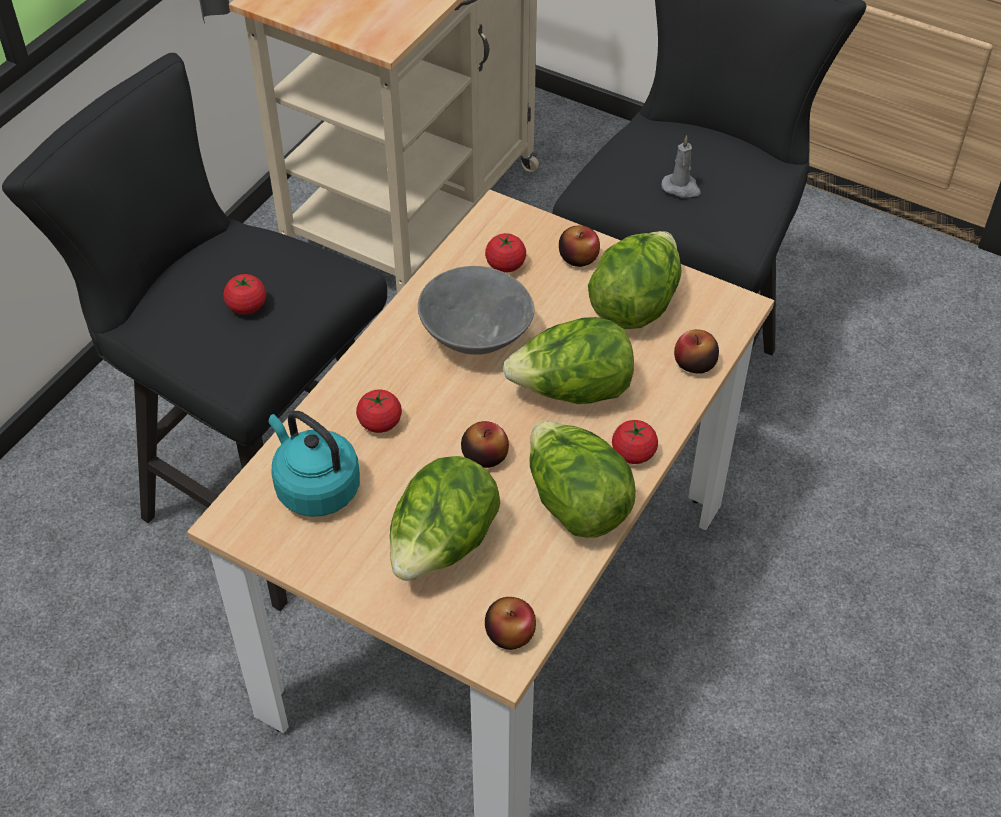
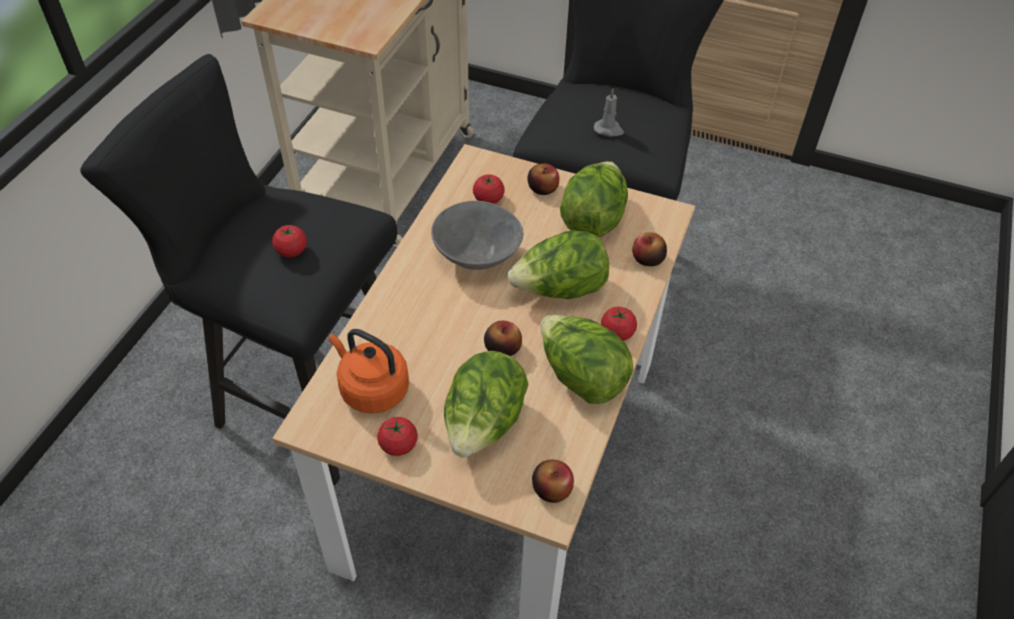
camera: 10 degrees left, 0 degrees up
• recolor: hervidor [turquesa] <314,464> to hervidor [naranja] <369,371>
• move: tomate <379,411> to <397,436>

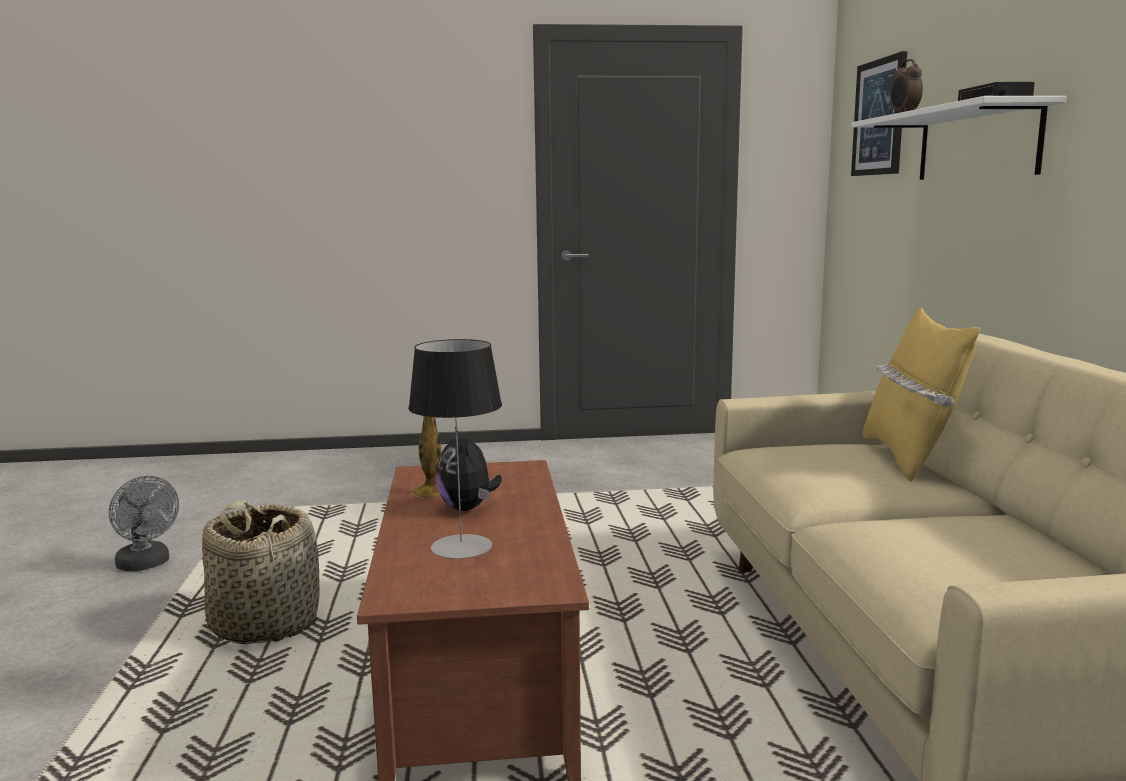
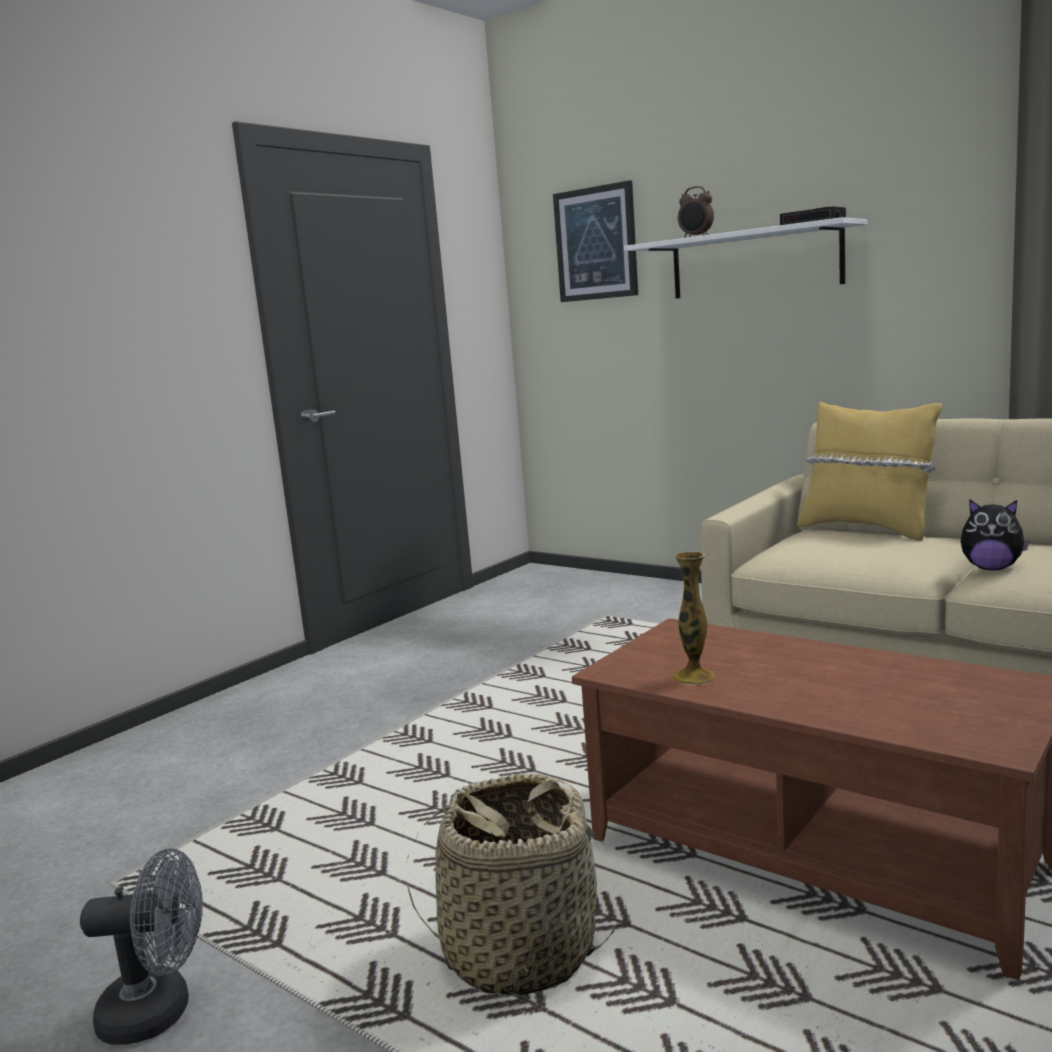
camera: 45 degrees left, 0 degrees up
• delete: lámpara de mesa <455,449>
• move: peluche <469,469> to <995,535>

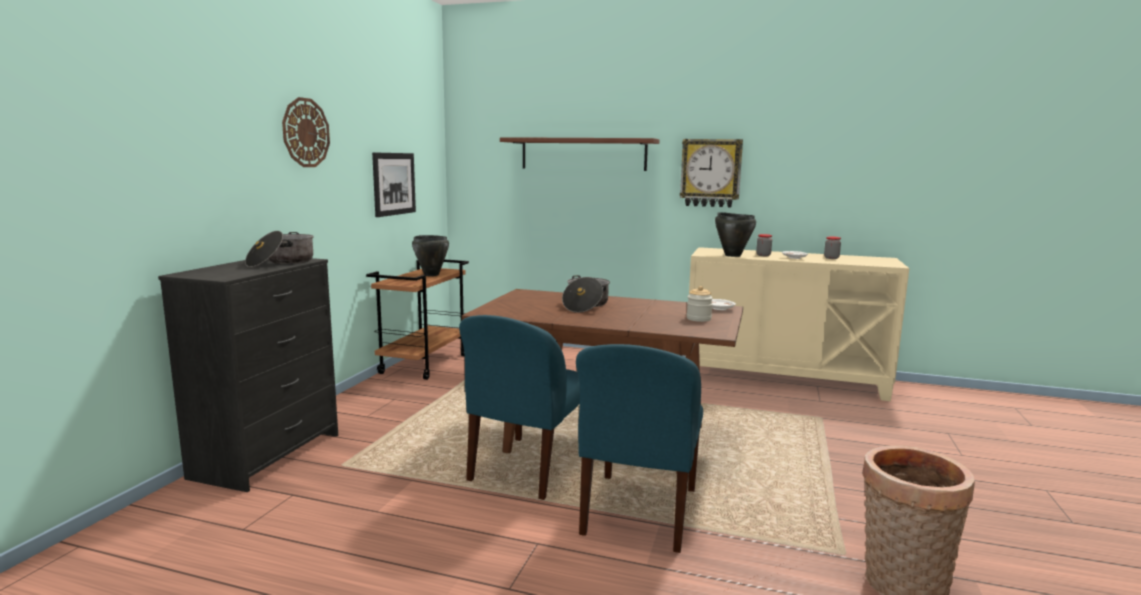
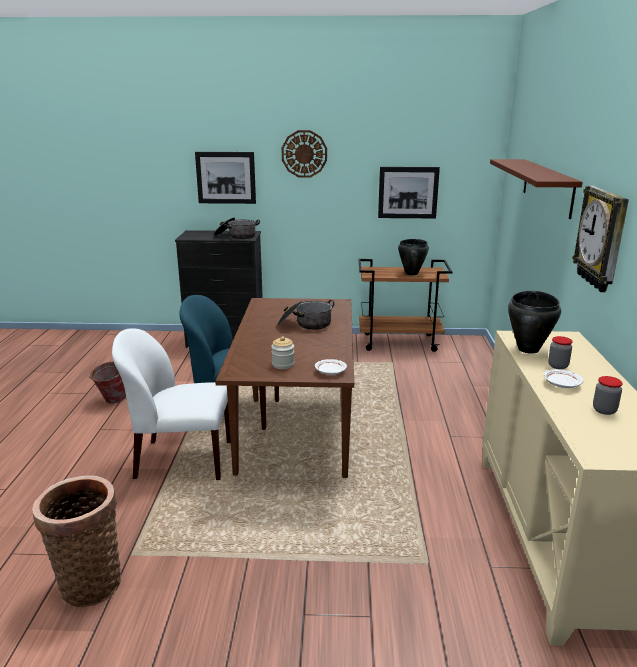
camera: 75 degrees right, 10 degrees up
• recolor: silla [azul] <639,448> to silla [blanco] <171,404>
• insert: cubo <107,382>
• insert: cuadro <225,178>

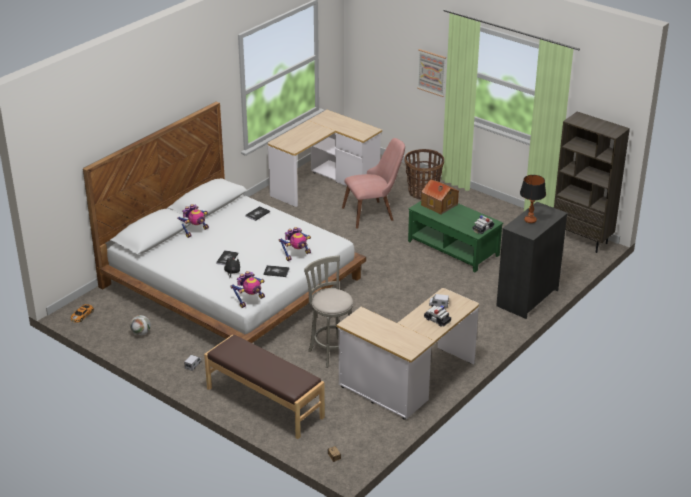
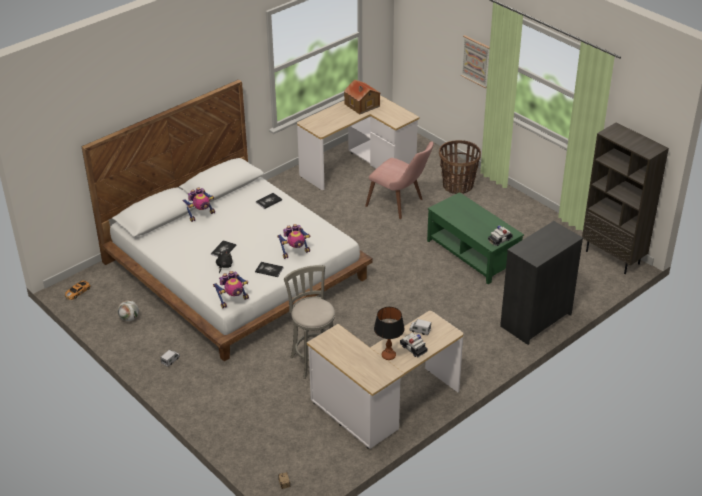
camera: 10 degrees right, 5 degrees up
• delete: banco [marrón] <264,387>
• rotate: silla [rosa] <373,183> = <399,180> 45 degrees clockwise
• move: casita <440,196> to <362,97>
• move: lámpara de mesa <533,199> to <389,333>

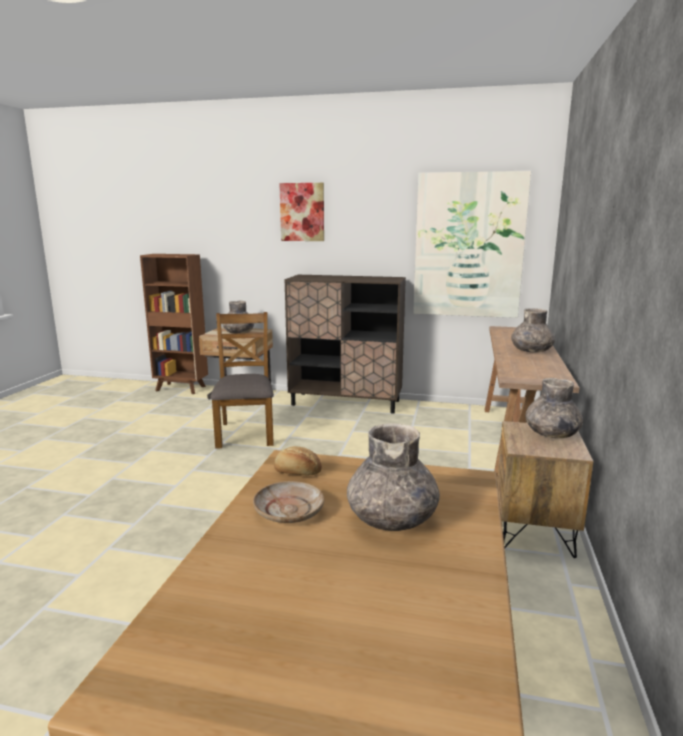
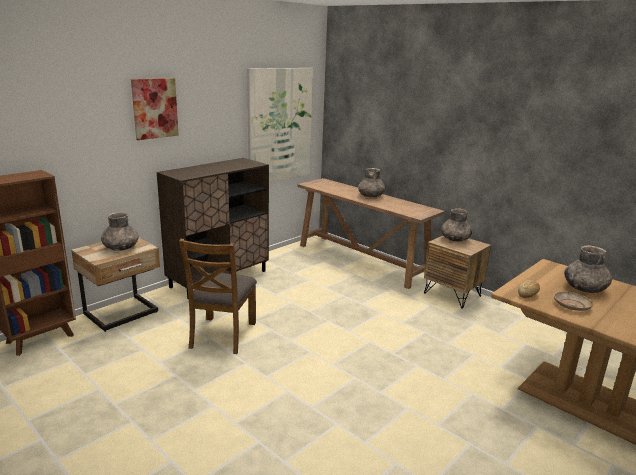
camera: 60 degrees left, 5 degrees up
• rotate: silla [marrón] <242,380> = <218,296> 105 degrees counterclockwise

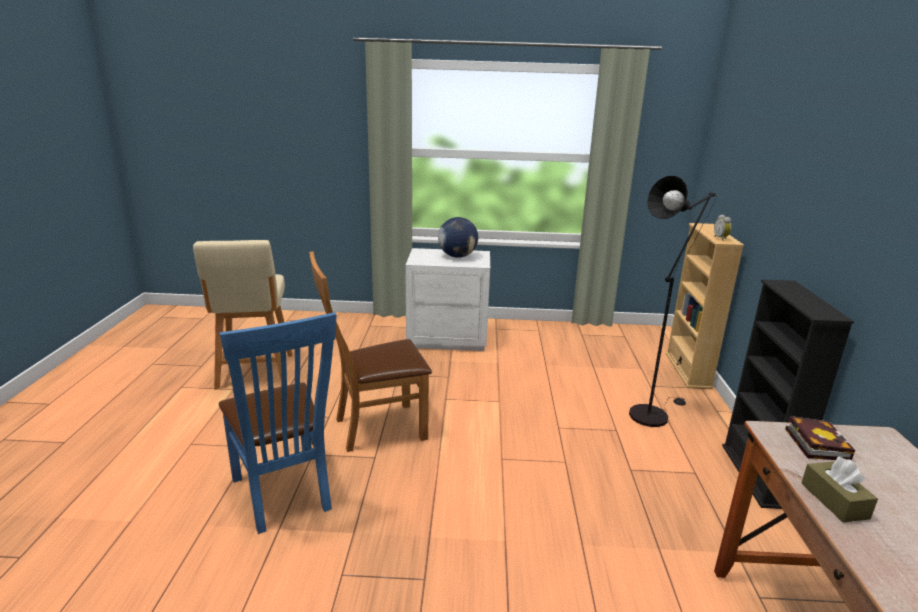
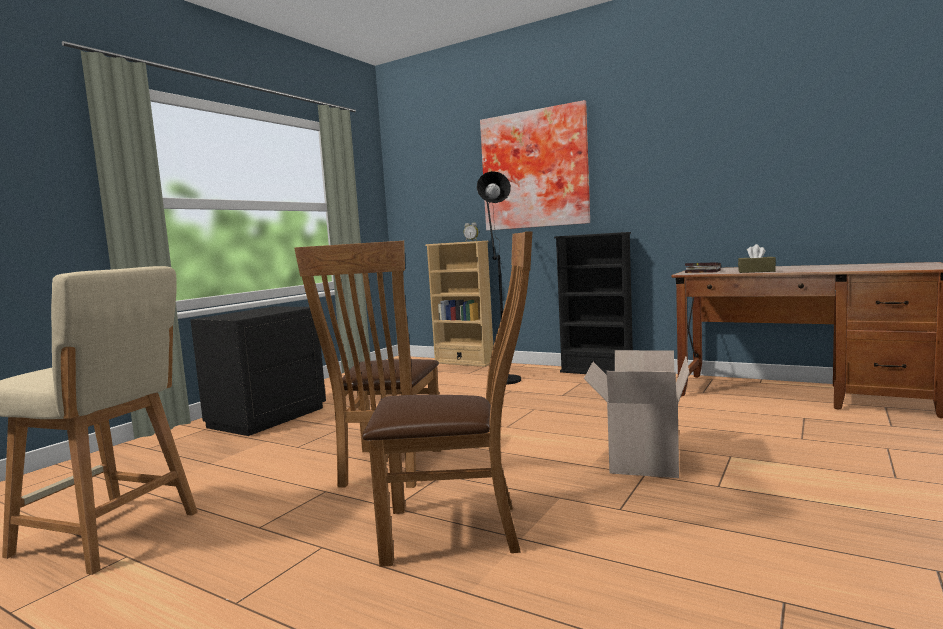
camera: 60 degrees left, 15 degrees down
• recolor: silla [azul] <278,423> to silla [marrón] <447,399>
• recolor: mesita de noche [blanco] <447,299> to mesita de noche [negro] <258,371>
• delete: globo terráqueo <458,237>
• insert: cuadro <535,165>
• insert: caja de cartón <636,414>

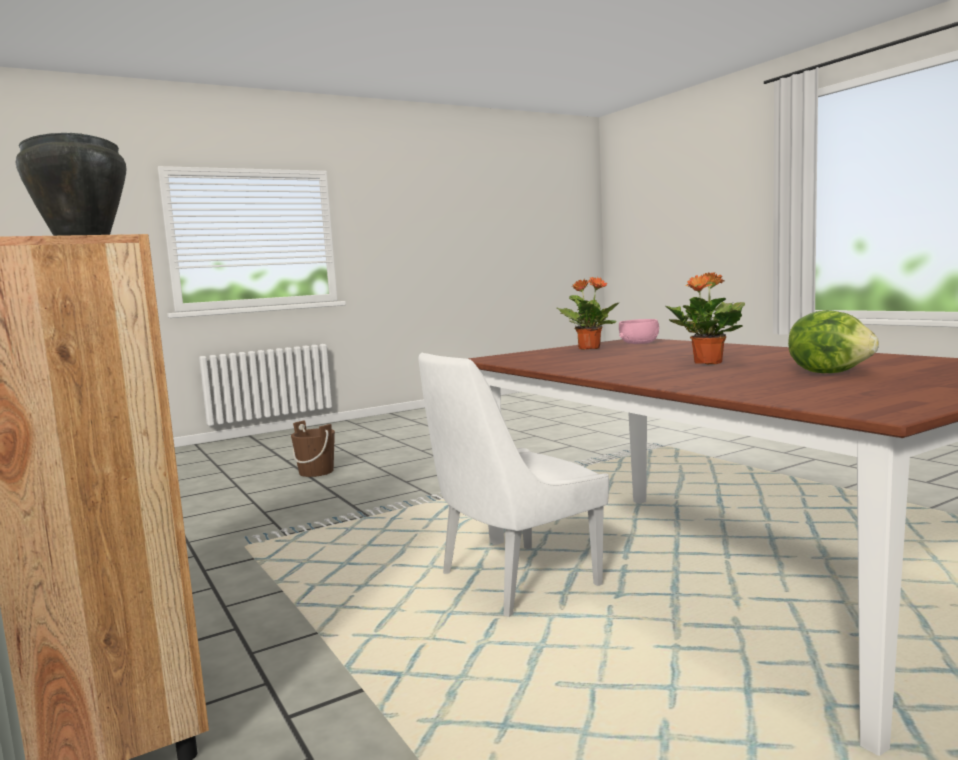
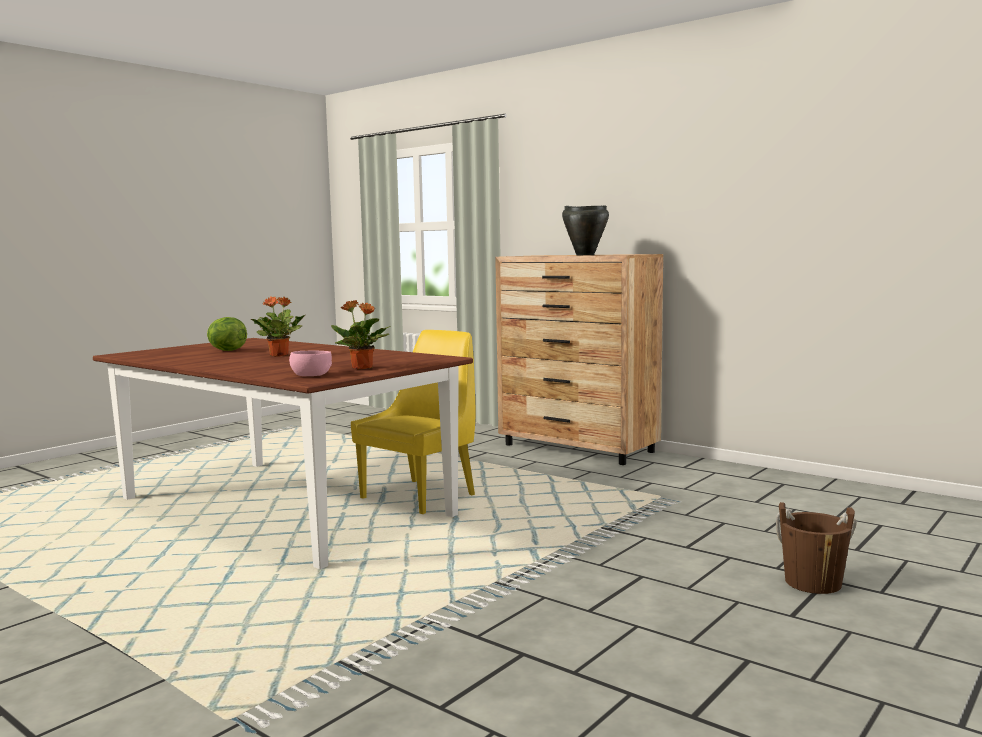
camera: 160 degrees right, 0 degrees up
• recolor: silla [blanco] <513,485> to silla [amarillo] <413,422>

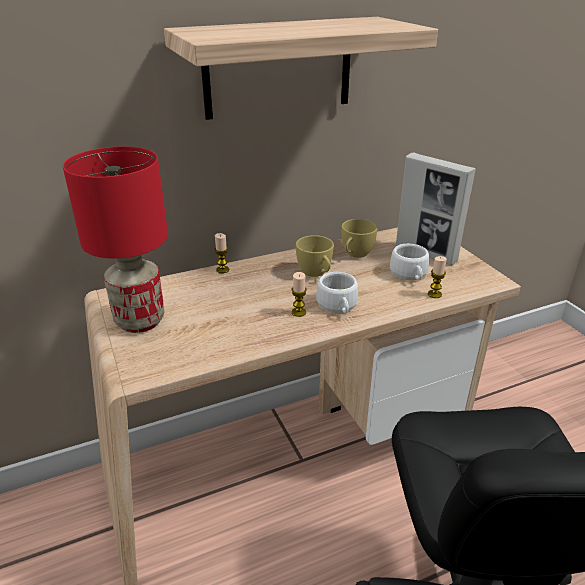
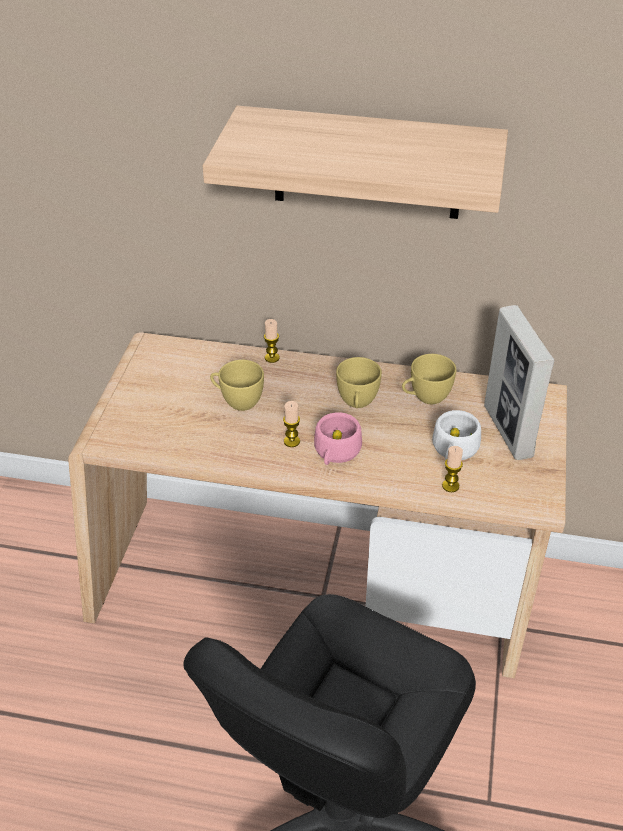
camera: 35 degrees right, 10 degrees up
• delete: lámpara de mesa [rojo] <115,239>
• recolor: taza [blanco] <337,292> to taza [rosa] <338,438>
• insert: taza [amarillo] <237,385>

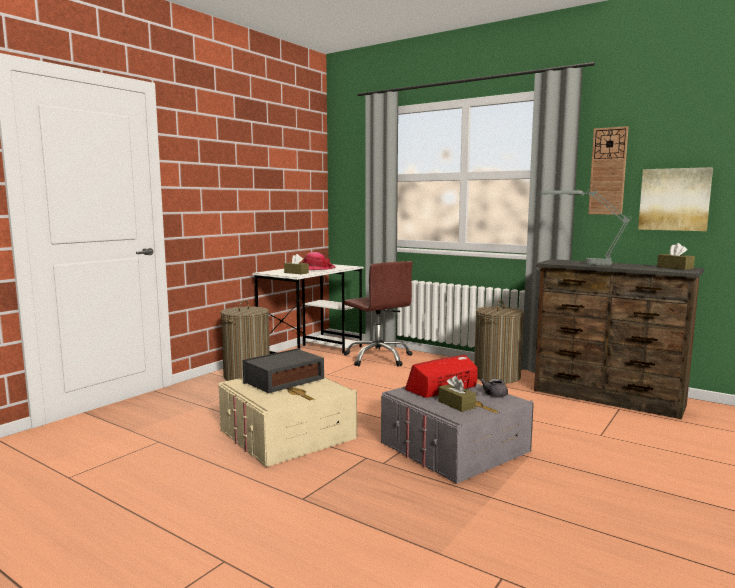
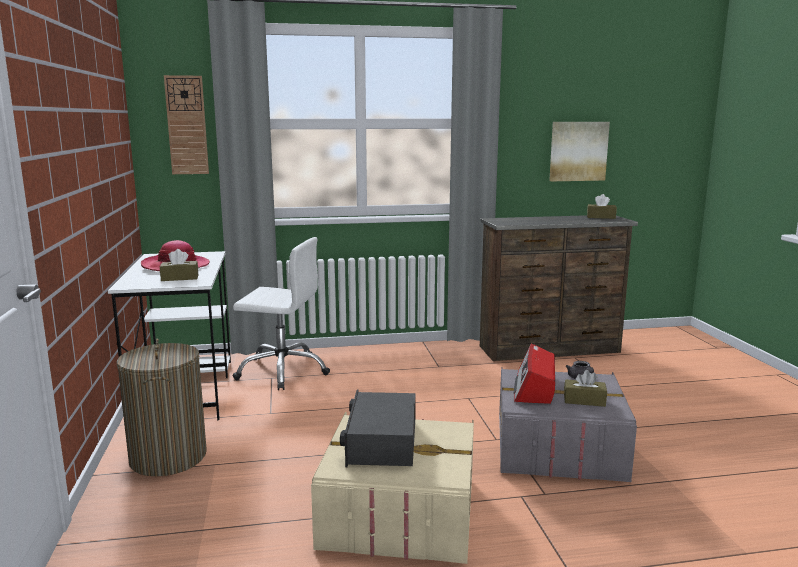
camera: 45 degrees left, 5 degrees up
• recolor: silla de oficina [marrón] <378,313> to silla de oficina [blanco] <281,313>
• delete: cesto de la ropa <499,342>
• delete: lámpara de mesa [gris] <585,227>
• move: reloj de pared <608,170> to <186,124>

